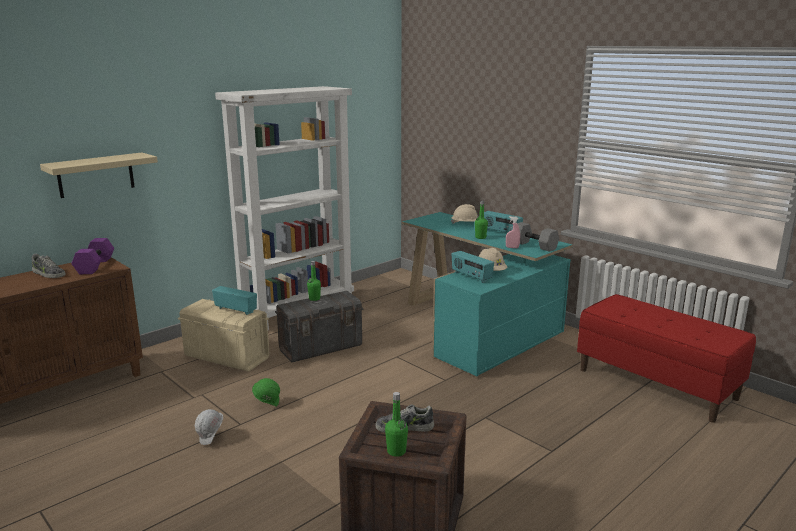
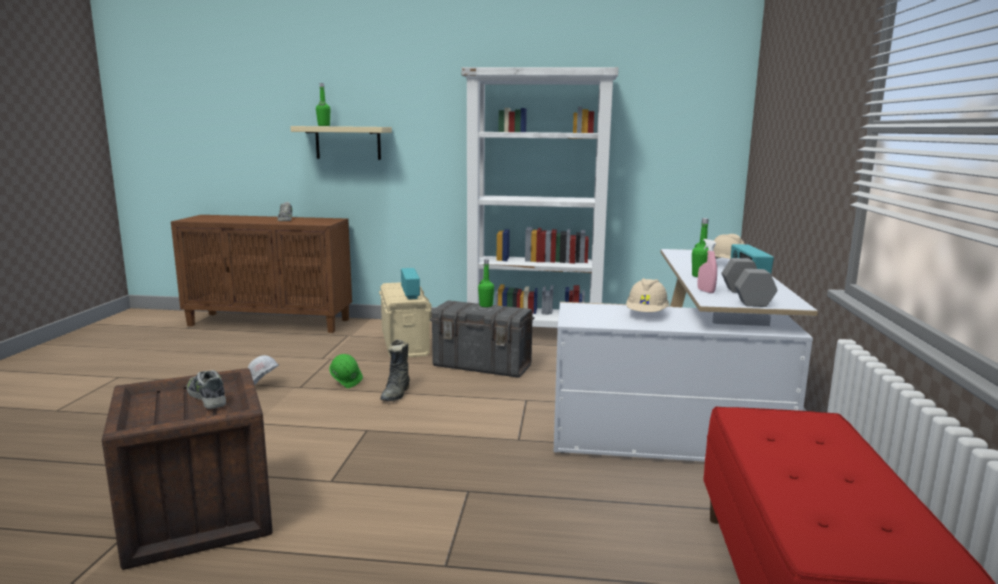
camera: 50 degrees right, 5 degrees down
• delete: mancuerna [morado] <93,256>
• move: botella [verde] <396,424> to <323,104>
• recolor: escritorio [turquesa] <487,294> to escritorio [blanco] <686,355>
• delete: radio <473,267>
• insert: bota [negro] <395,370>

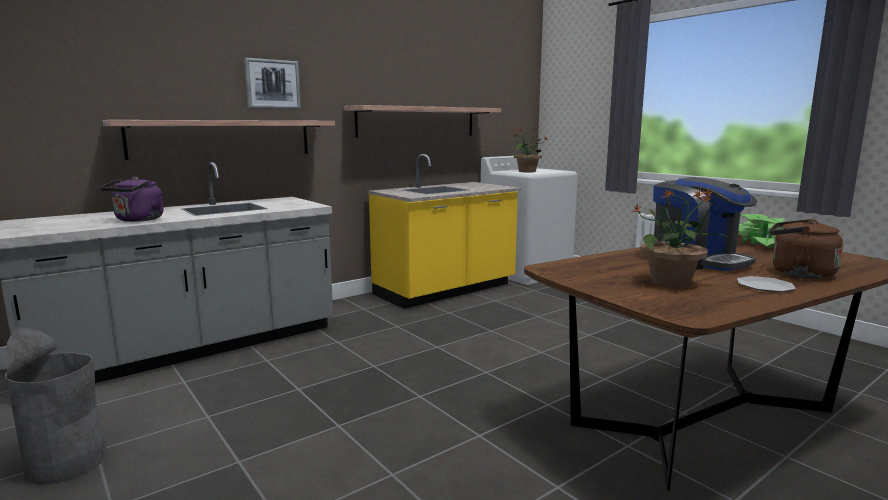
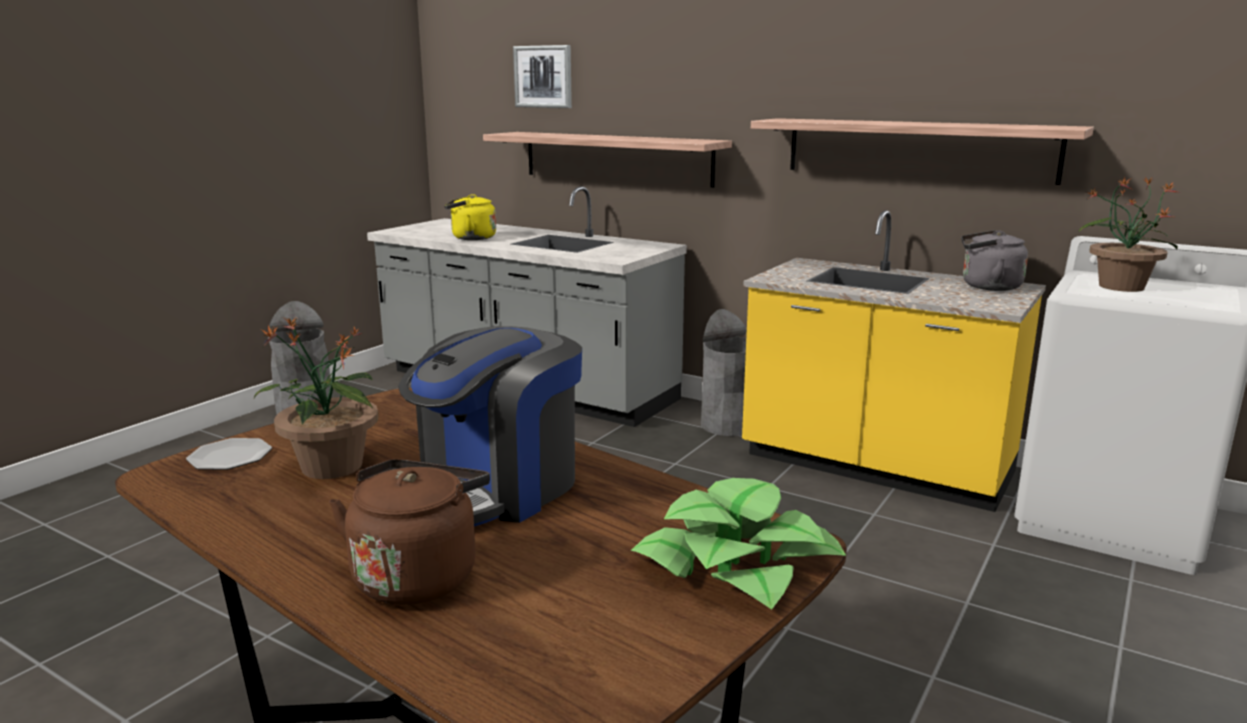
camera: 70 degrees right, 5 degrees up
• recolor: hervidor [morado] <131,199> to hervidor [amarillo] <470,217>
• move: cuadro <272,83> to <542,76>
• move: plato <766,284> to <229,454>
• insert: papelera [gris] <724,372>
• insert: hervidor [gris] <994,260>

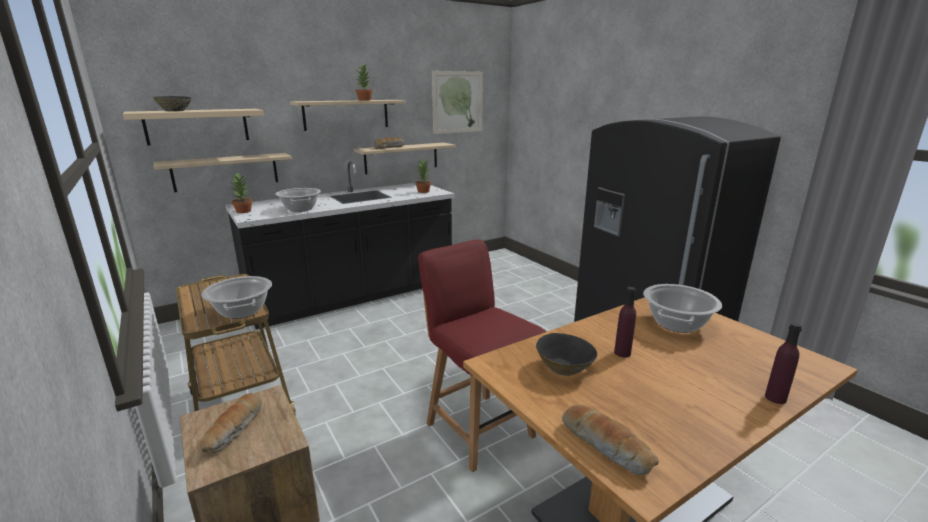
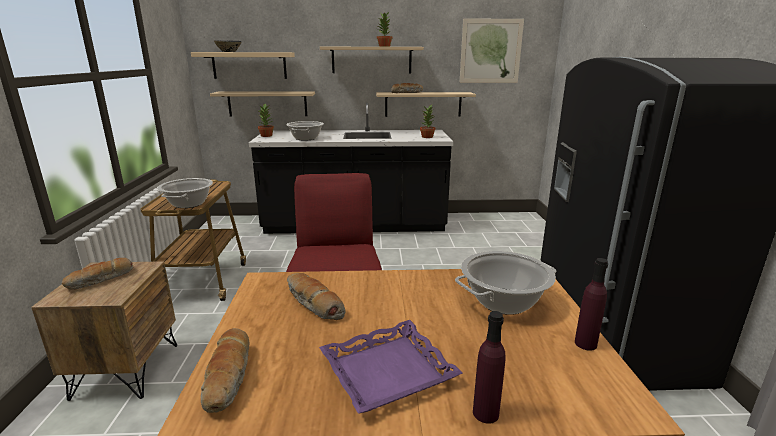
camera: 30 degrees right, 0 degrees up
• replace: cuenco [negro] <566,354> to pan <316,296>
• move: botella [morado] <625,322> to <591,304>
• insert: bandeja [morado] <390,367>

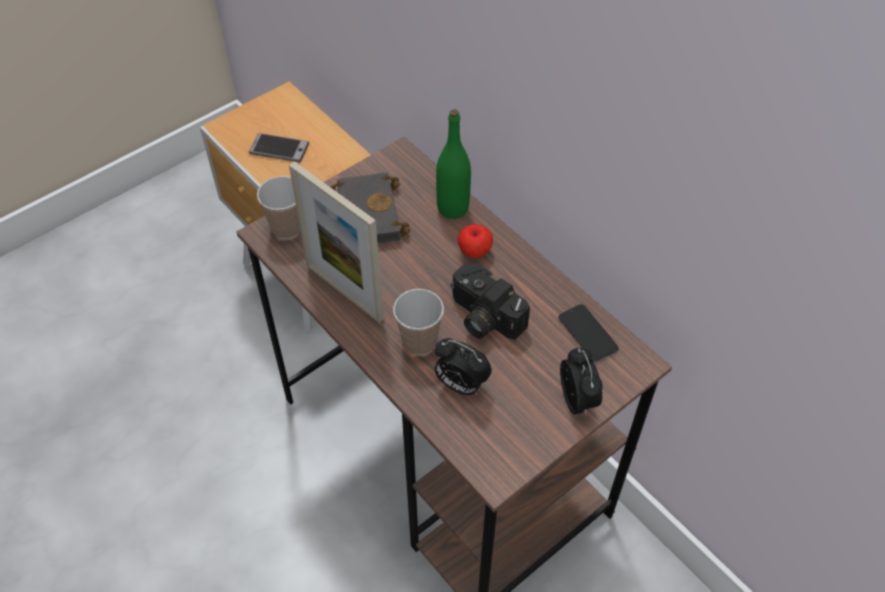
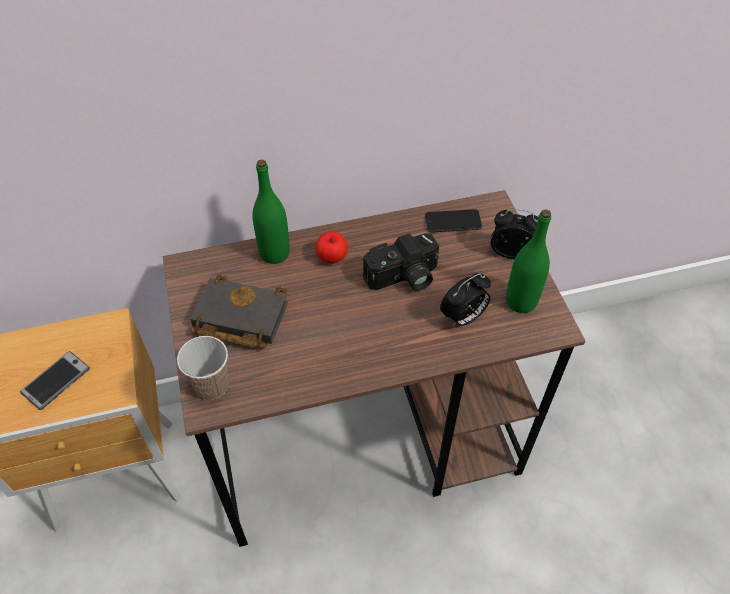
camera: 65 degrees left, 0 degrees up
• delete: portarretratos <336,242>
• delete: taza <418,322>
• insert: botella [verde] <528,261>

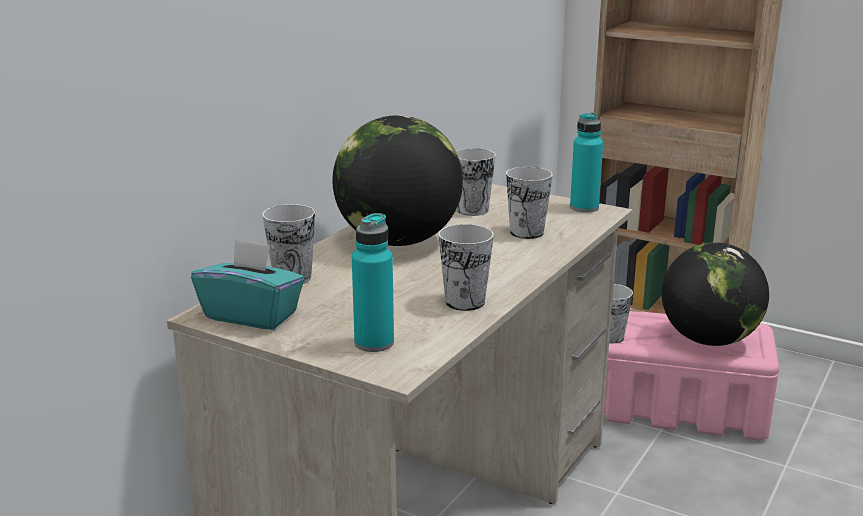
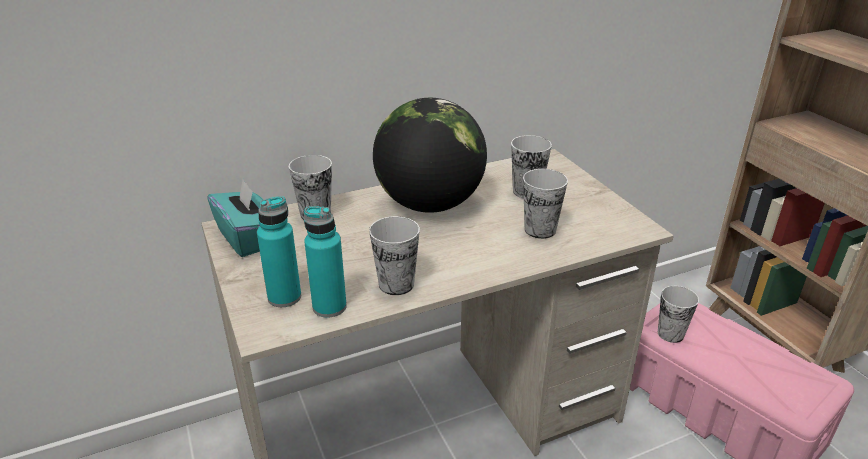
camera: 35 degrees right, 10 degrees up
• move: botella [turquesa] <586,162> to <325,262>
• delete: globo terráqueo <715,294>

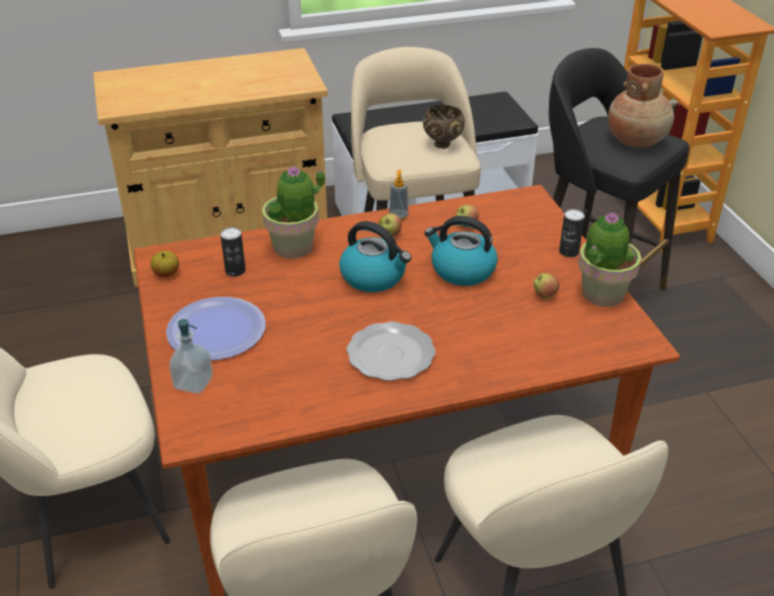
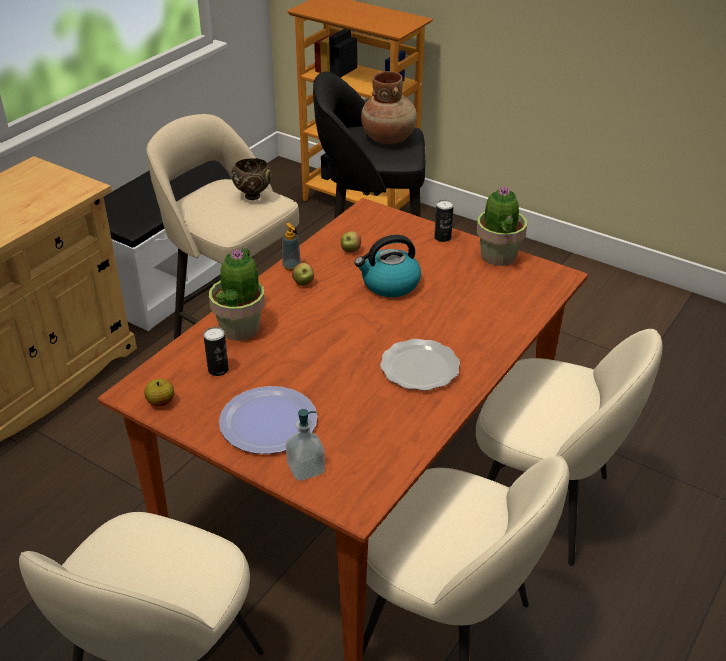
camera: 40 degrees left, 0 degrees up
• delete: hervidor <375,256>
• delete: manzana <546,286>

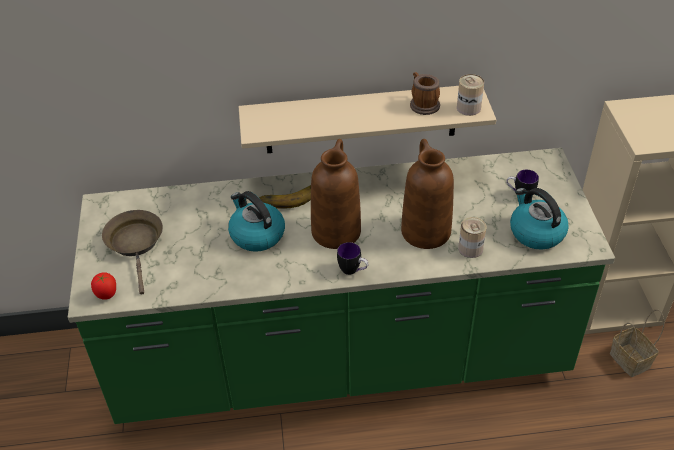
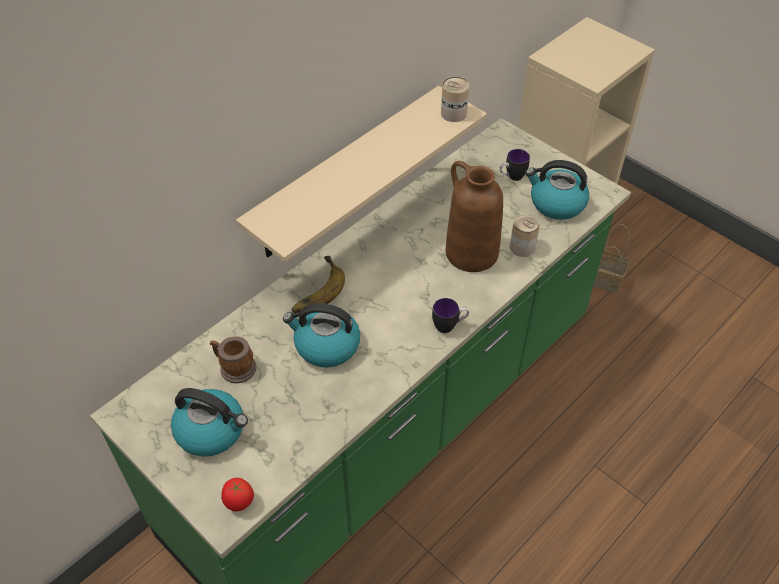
camera: 40 degrees left, 5 degrees up
• replace: sartén [marrón] <132,252> to hervidor <209,422>
• delete: florero [marrón] <336,194>
• move: taza grande <425,93> to <233,359>

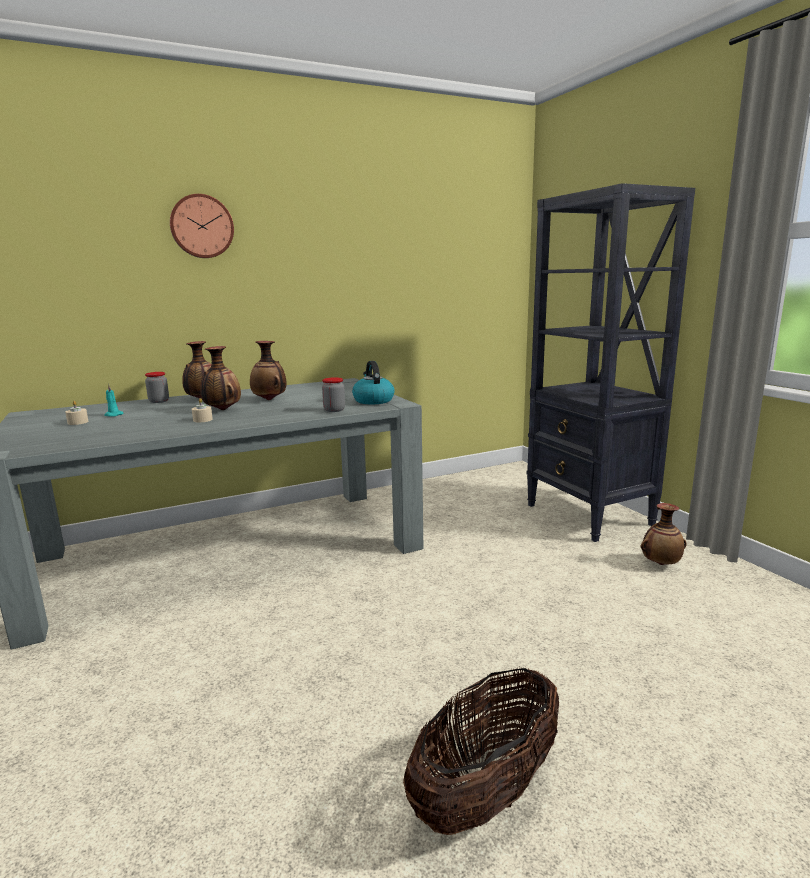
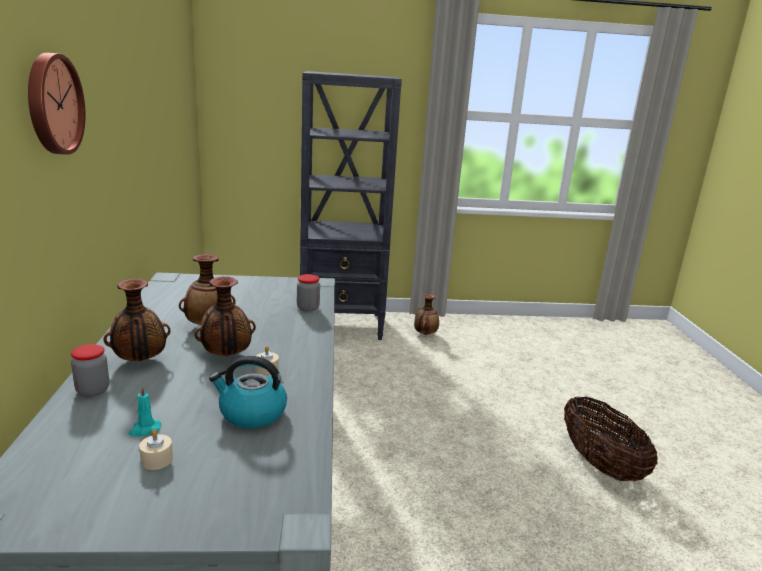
camera: 70 degrees left, 5 degrees up
• move: hervidor <373,382> to <248,392>

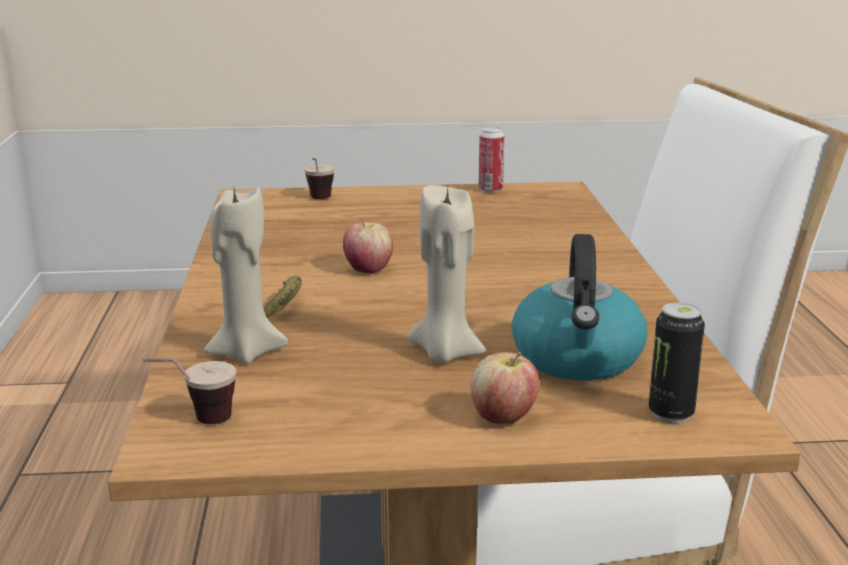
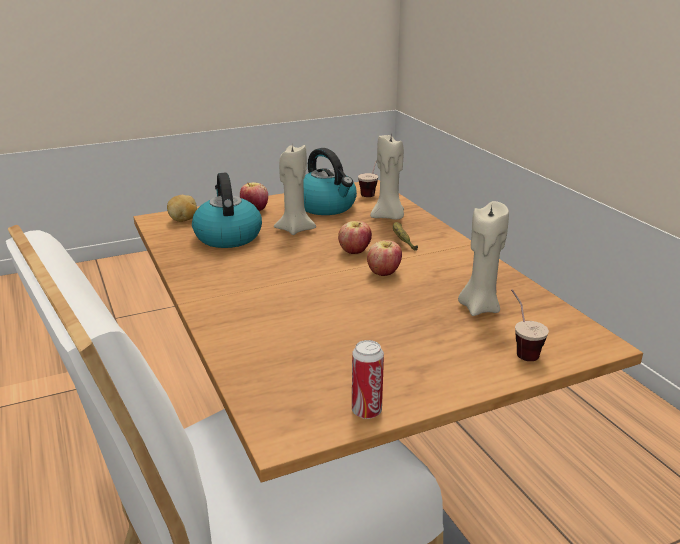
camera: 160 degrees right, 5 degrees up
• replace: lata <677,363> to patata <182,208>
• insert: hervidor <330,181>
• insert: manzana <355,237>
• insert: vela [beis] <483,258>

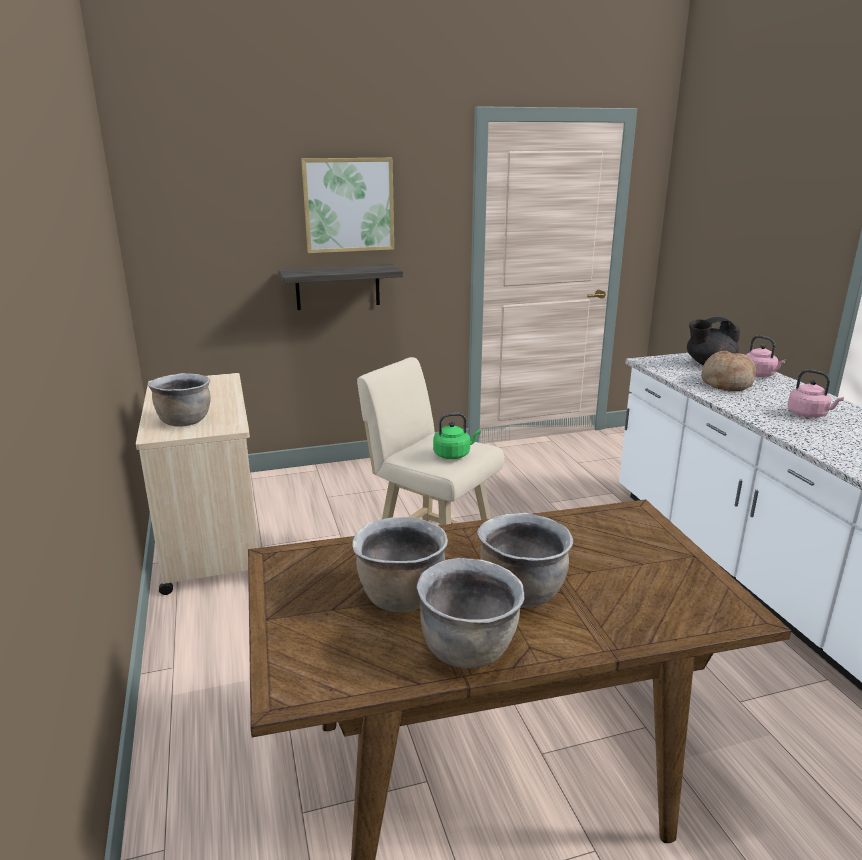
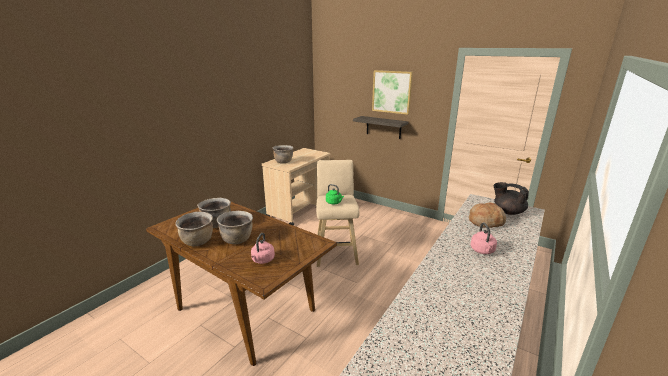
camera: 50 degrees right, 0 degrees up
• move: hervidor [rosa] <766,356> to <263,248>

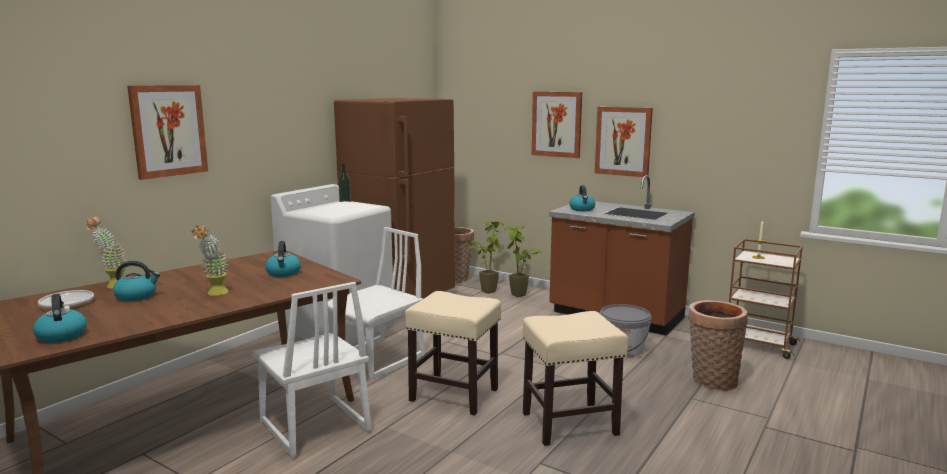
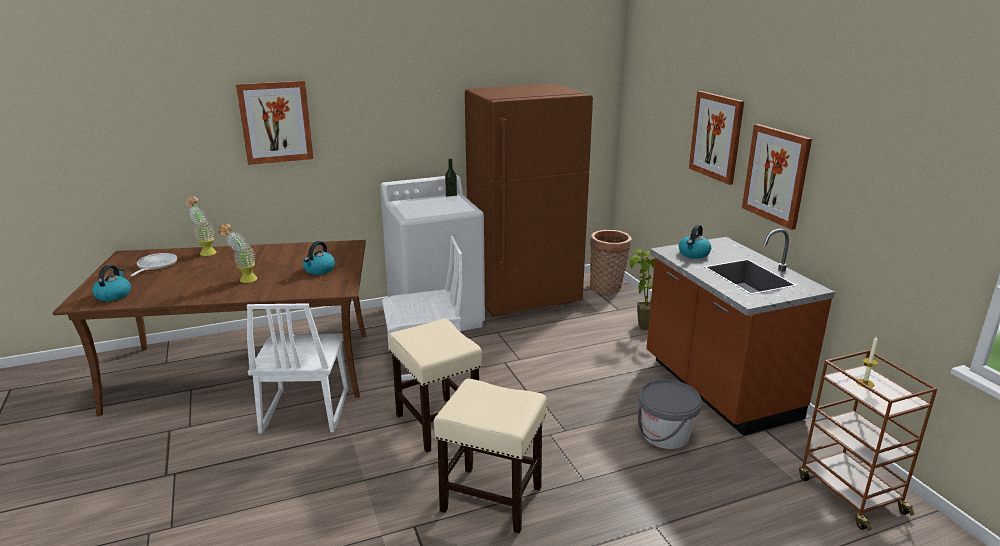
camera: 35 degrees right, 10 degrees up
• delete: hervidor <136,281>
• delete: planta en maceta <486,257>
• delete: cesta <718,345>

